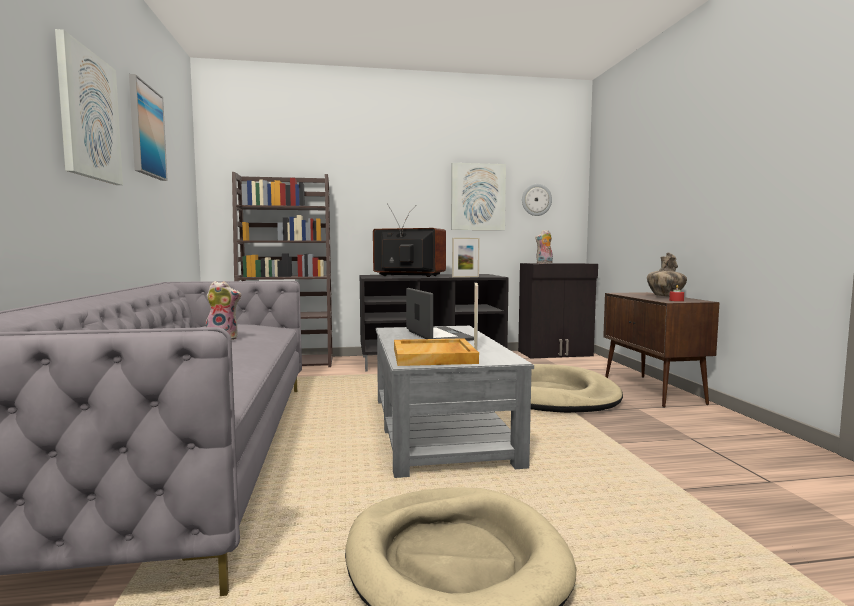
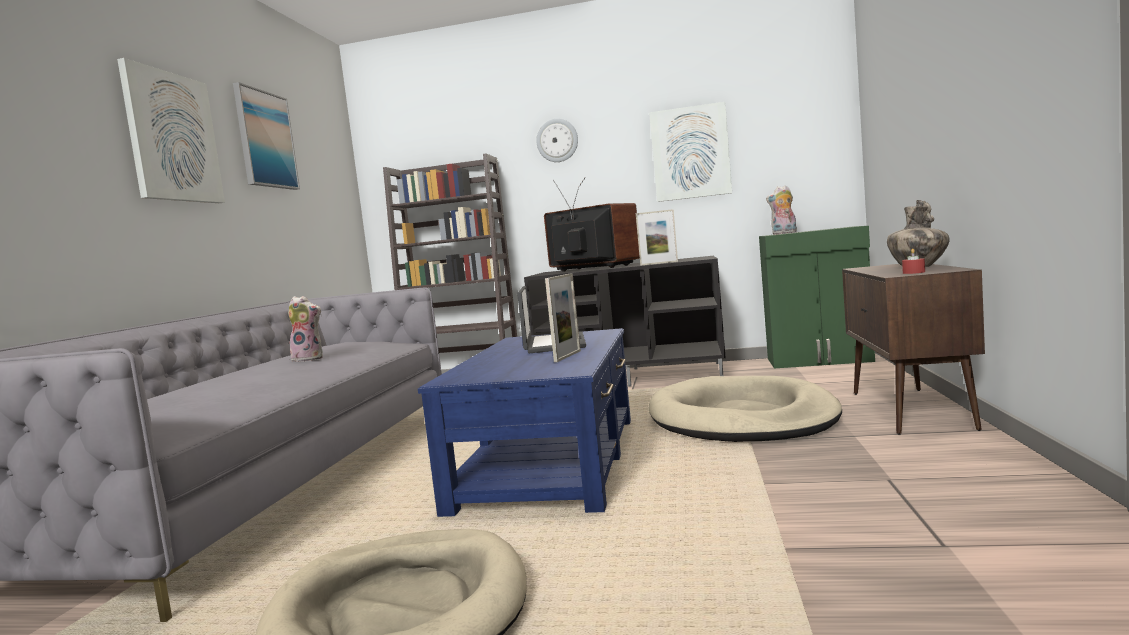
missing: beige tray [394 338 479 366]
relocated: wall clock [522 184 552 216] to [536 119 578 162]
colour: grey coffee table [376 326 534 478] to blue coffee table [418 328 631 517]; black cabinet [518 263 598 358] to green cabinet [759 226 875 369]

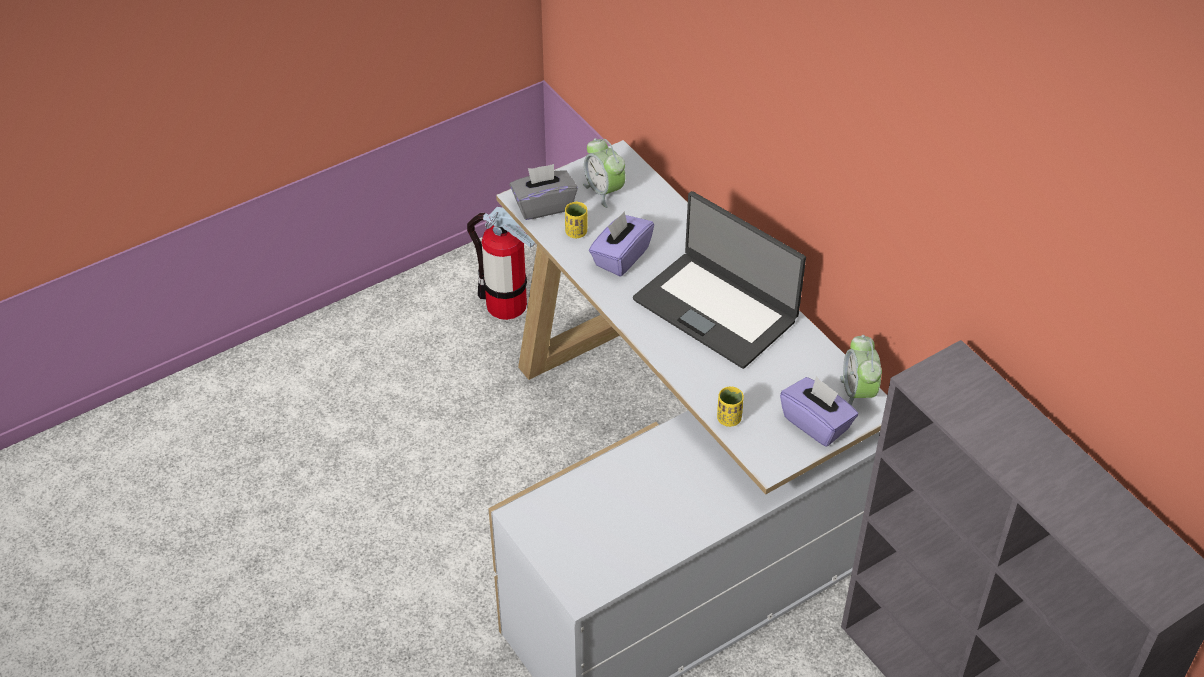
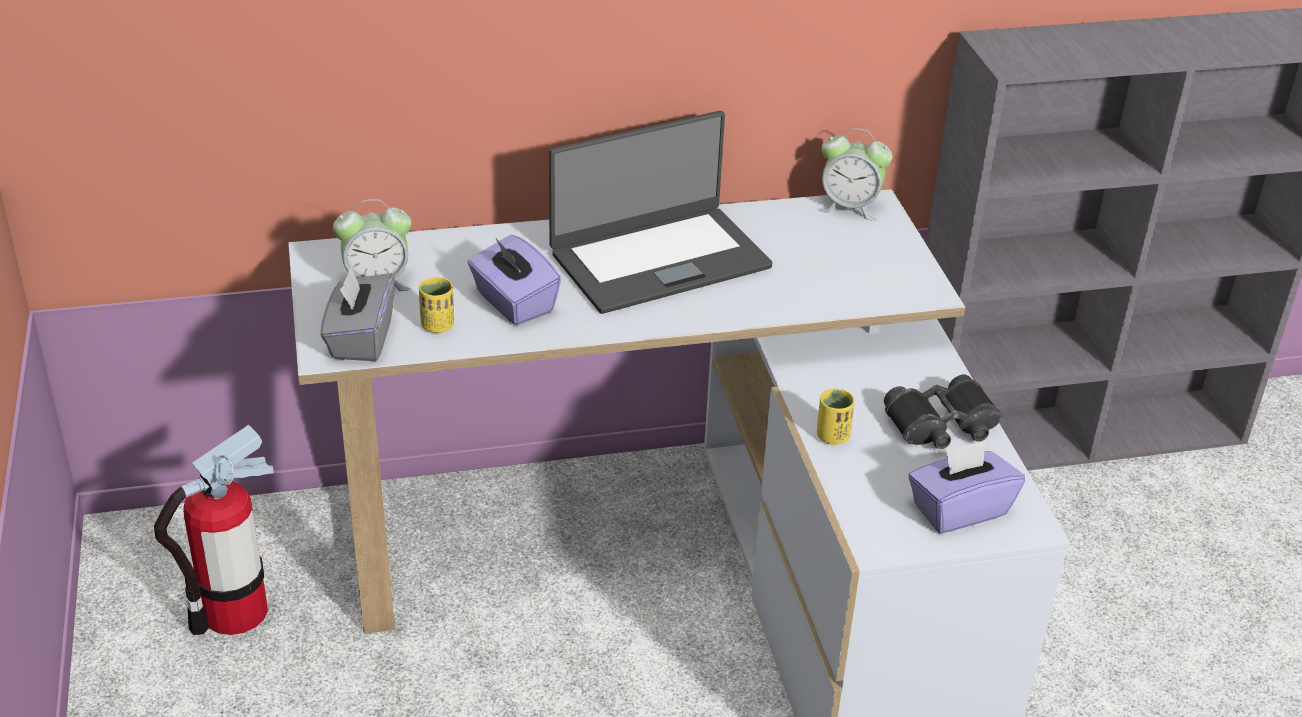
appeared: black binoculars [884 374 1002 449]
relocated: yellow cup [717 387 744 427] to [817 388 855 445]; purple tissue box [780 376 858 447] to [908 440 1025 533]

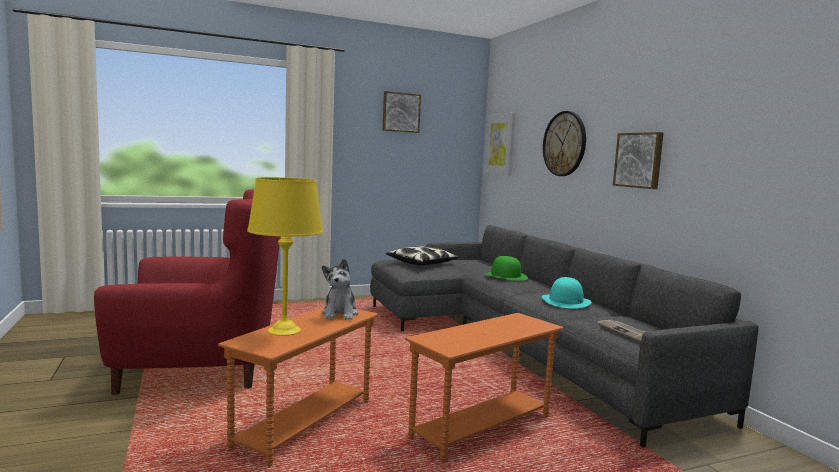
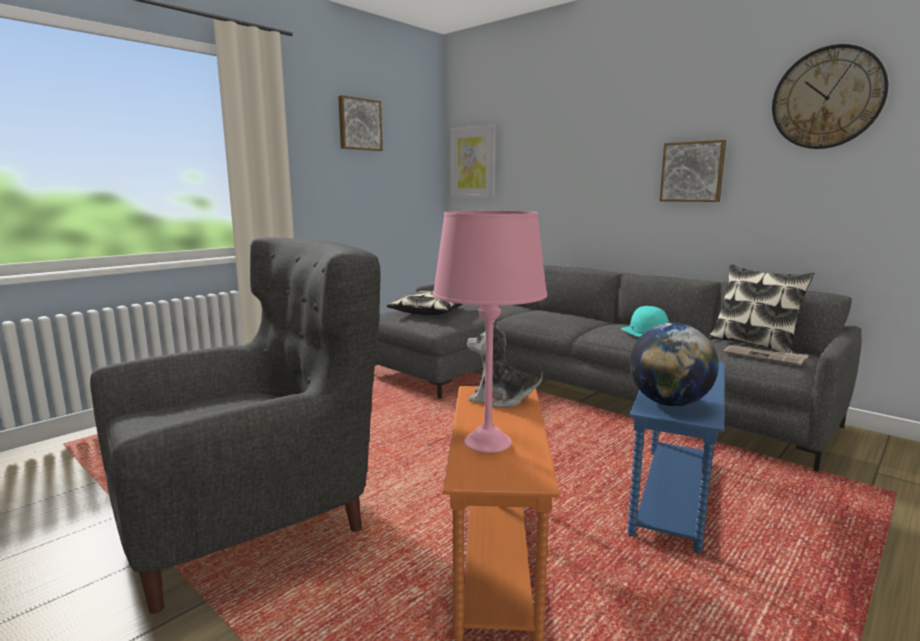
missing: green hat [485 256 528 281]
appeared: globe [630 323 719 406]; pillow [709 264 815 353]
relocated: wall clock [543 111 586 176] to [772 44 888 149]
colour: red armchair [94 190 281 395] to grey armchair [90 237 381 614]; yellow table lamp [247 177 323 336] to pink table lamp [433 211 547 453]; orange side table [405 313 564 461] to blue side table [627 362 725 553]
spun: plush toy [322 258 358 320] = [467 323 543 407] 135 degrees clockwise

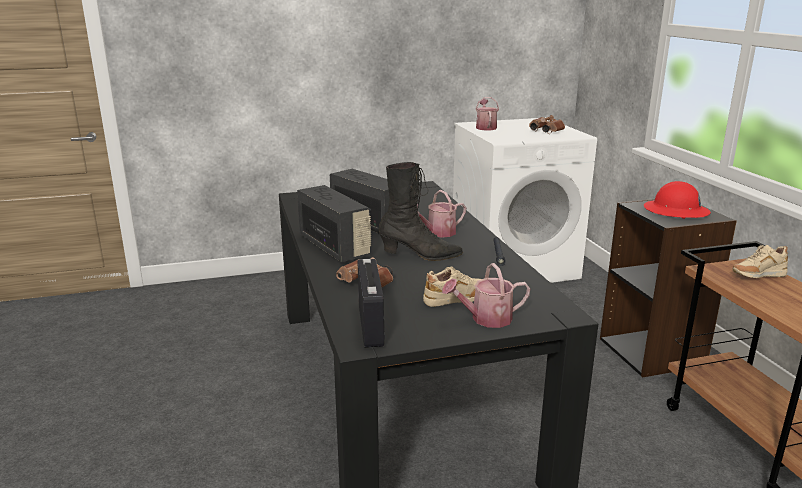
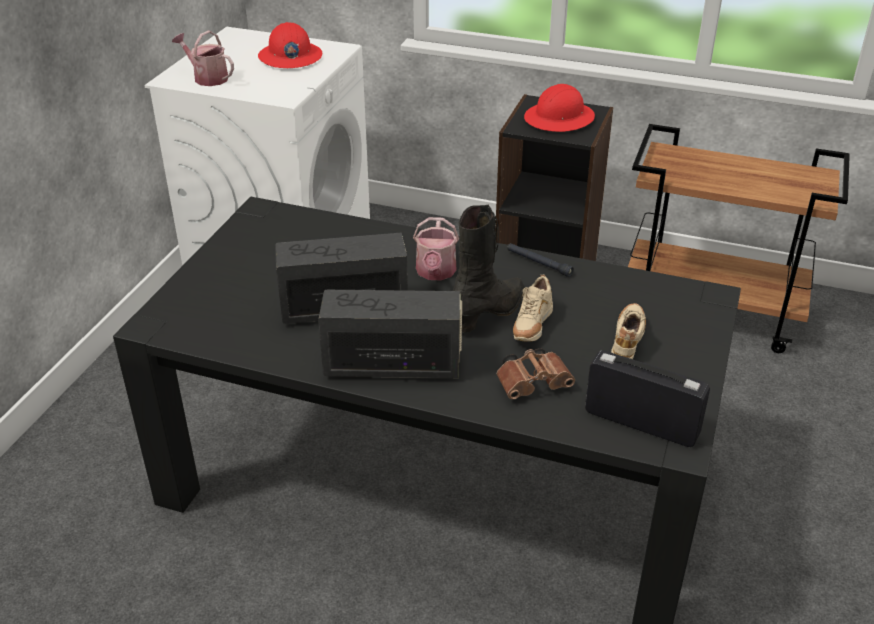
missing: watering can [442 263 530 328]
relocated: beige shoe [733 245 788 278] to [513 275 553 342]
exchanged: brown binoculars [529 115 565 134] to red hard hat [258 22 322 68]

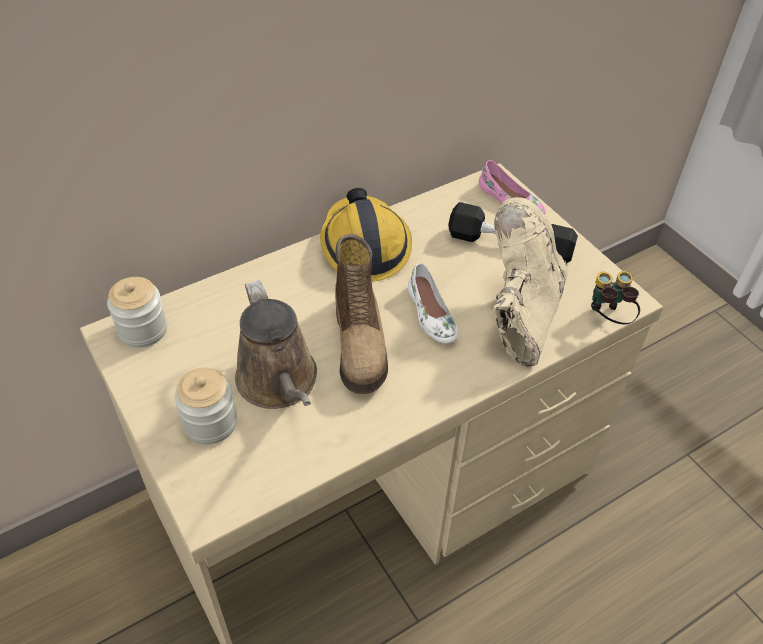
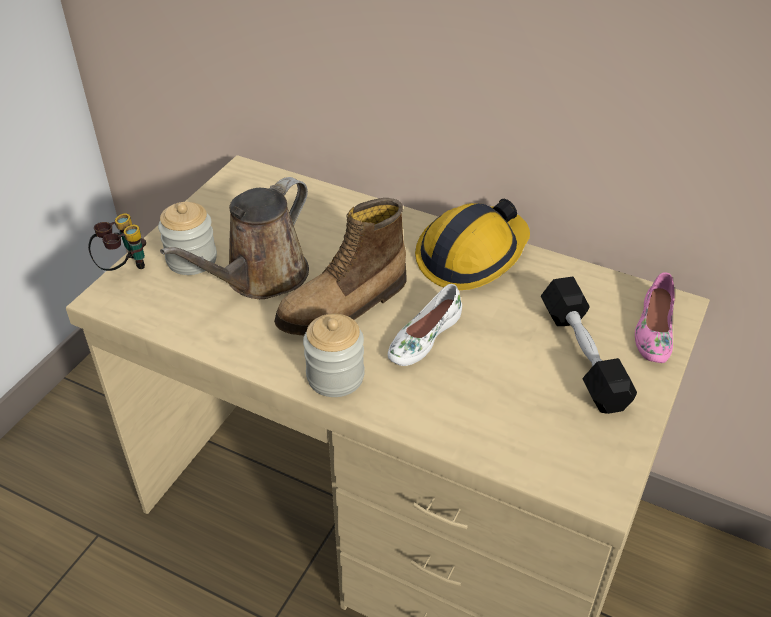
missing: beige boot [491 197 568 367]
relocated: jar [107 277 167 348] to [303 314 365 397]; binoculars [591 271 640 325] to [88 213 146 271]

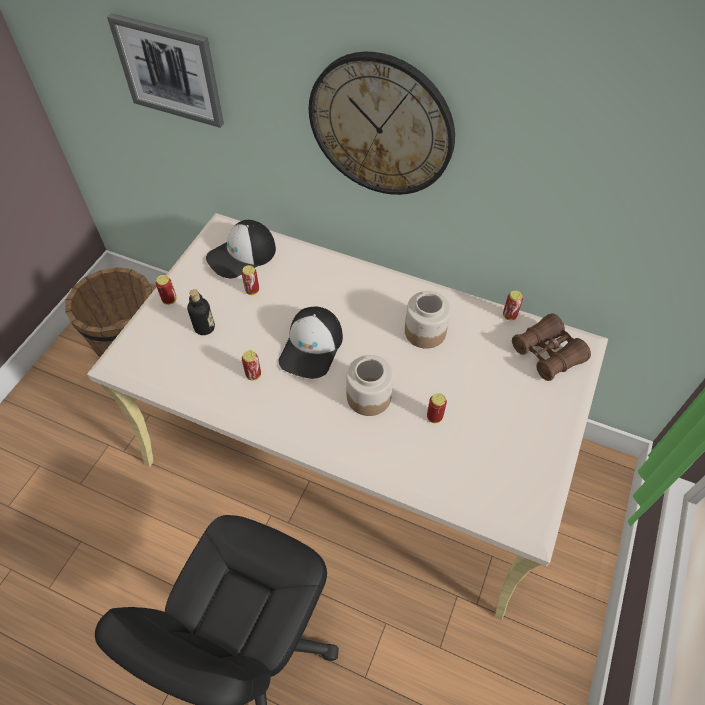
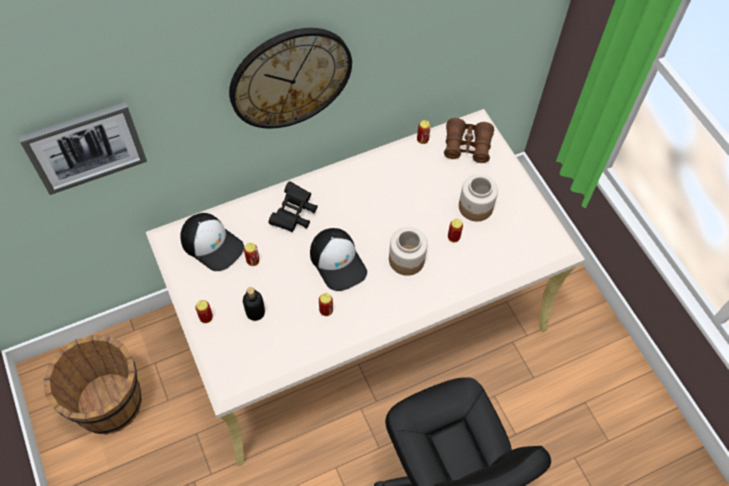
appeared: black binoculars [268 181 318 232]
relocated: jar [405 291 451 349] to [459 174 498 221]
spun: cap [206 220 276 279] = [180 213 244 271] 60 degrees counterclockwise

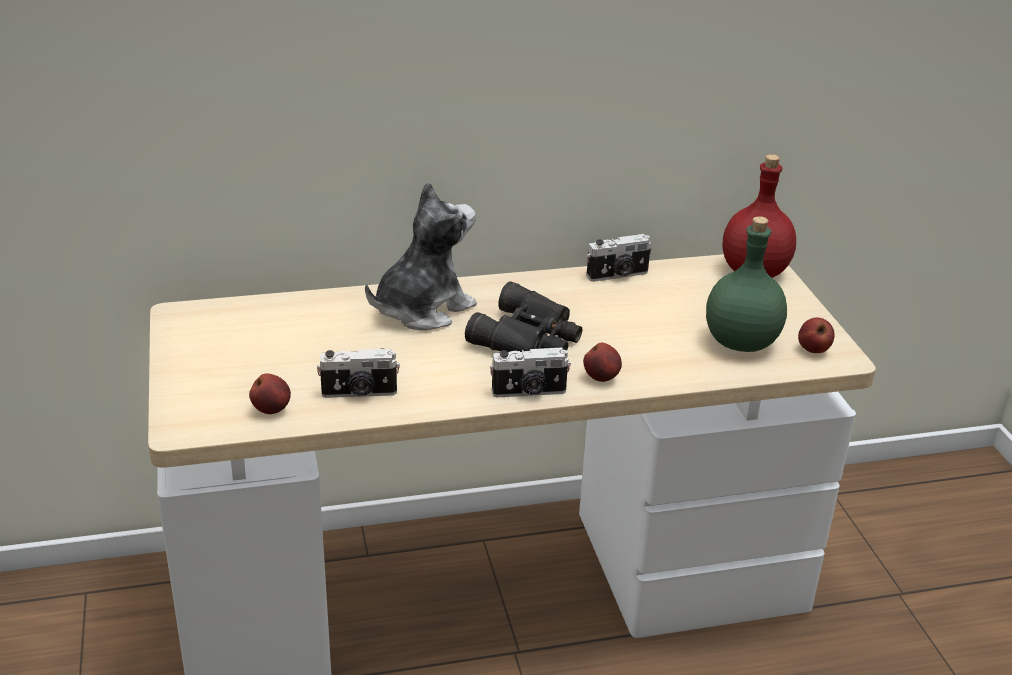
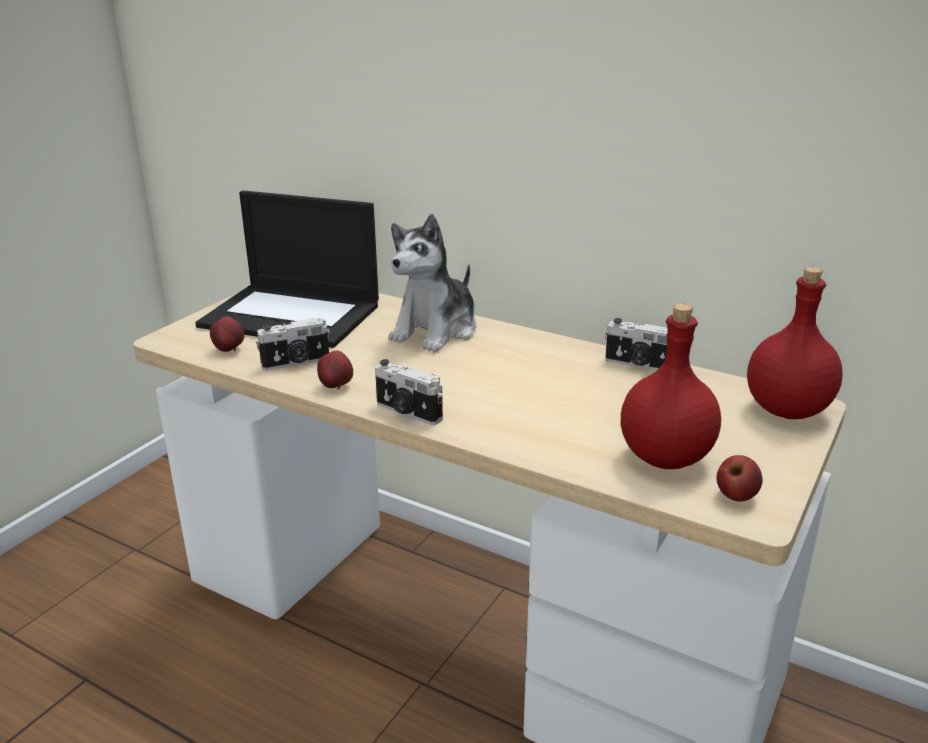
missing: black binoculars [465 281 583 352]
appeared: laptop [195 190 379 348]
relocated: apple [583 343 622 382] to [317 350 353 389]
colour: green bottle [706 216 787 352] to red bottle [621 303 721 469]
spun: photo camera [317 348 400 398] = [256 317 330 371] 60 degrees counterclockwise; plush toy [365 181 477 330] = [388 214 476 352] 120 degrees clockwise

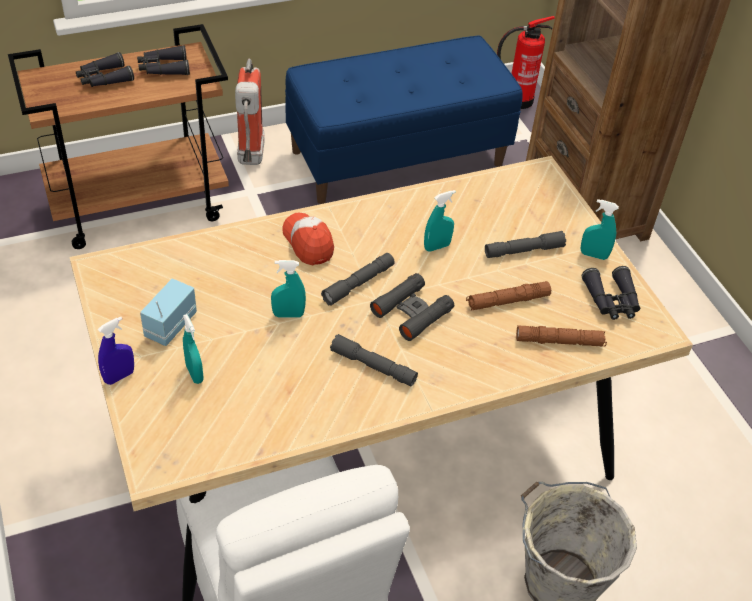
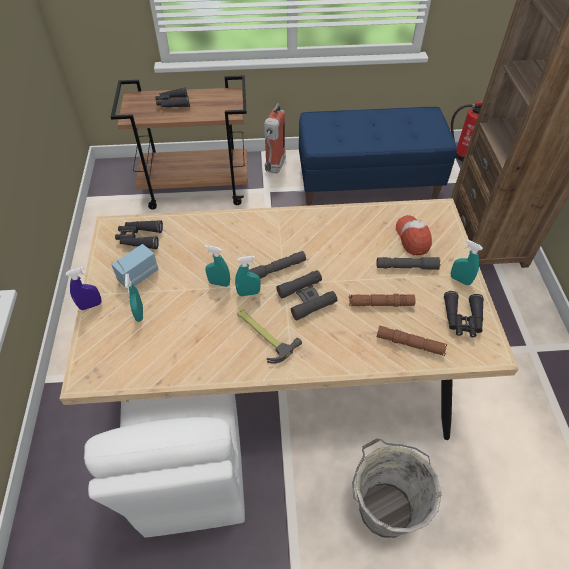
relocated: black binoculars [137 45 190 75] to [115 220 163 249]; cap [283 213 334 266] to [396 215 432 255]; turquoise spray bottle [424 190 456 252] to [235 256 261 296]
exchanged: grey flashlight [330 334 418 387] to hammer [237 309 302 363]

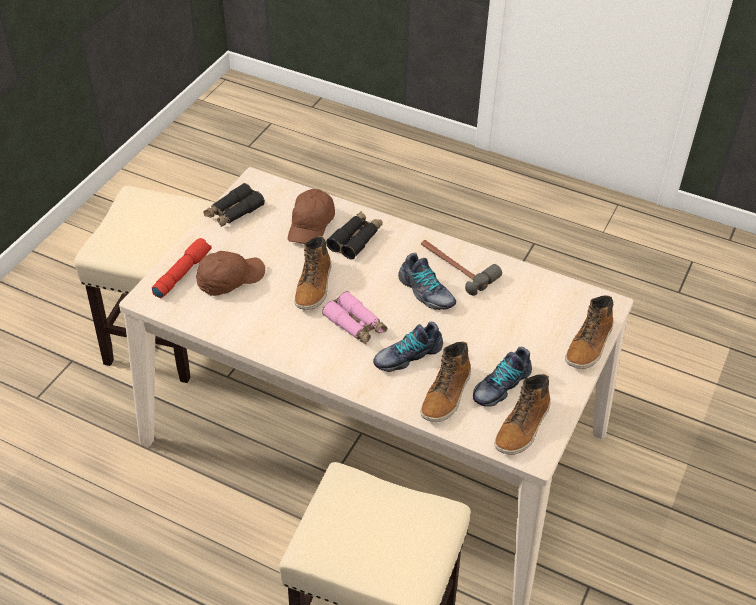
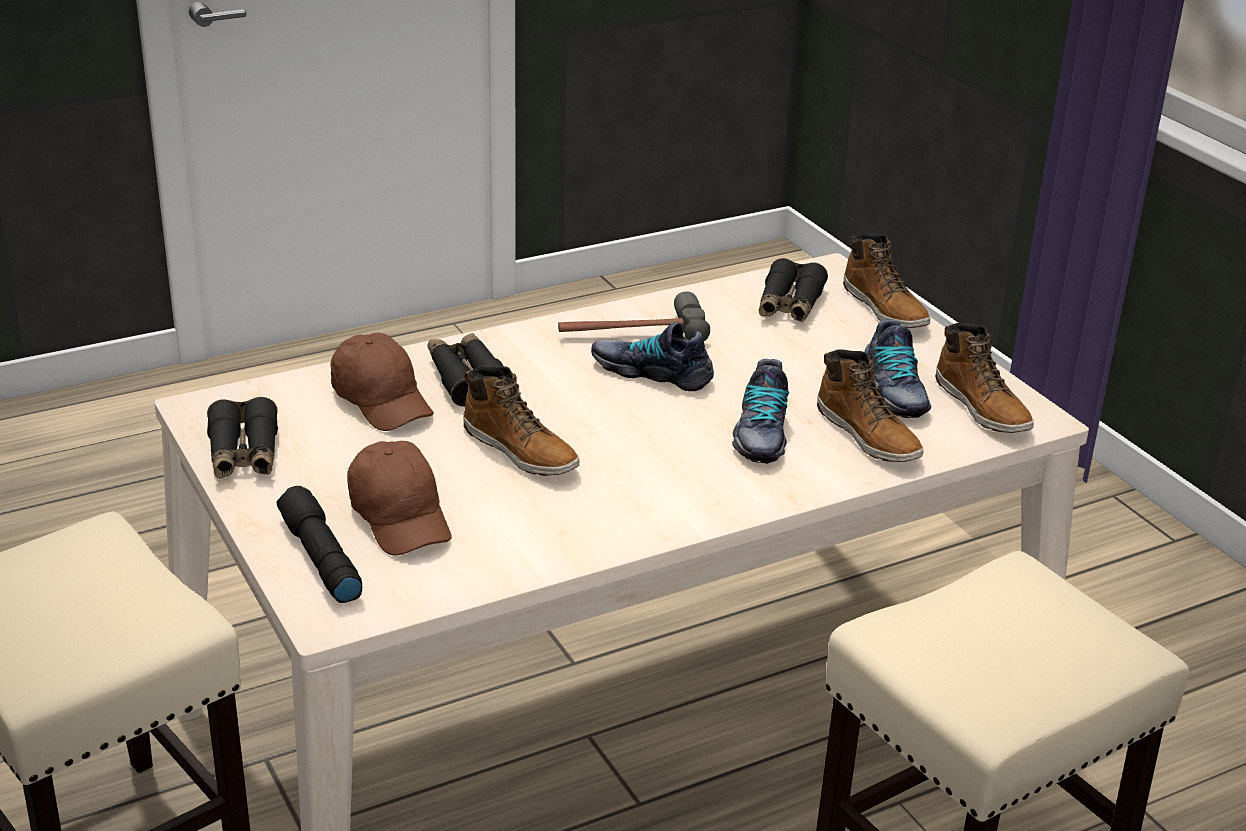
missing: pink binoculars [322 291 387 345]
appeared: black binoculars [759 258 828 322]
colour: red flashlight [152 238 212 298] to black flashlight [277 486 362 603]
spun: brown cap [196 251 265 296] = [347 441 452 556] 150 degrees clockwise; shoe [398 253 456 310] = [591 322 714 392] 150 degrees counterclockwise

